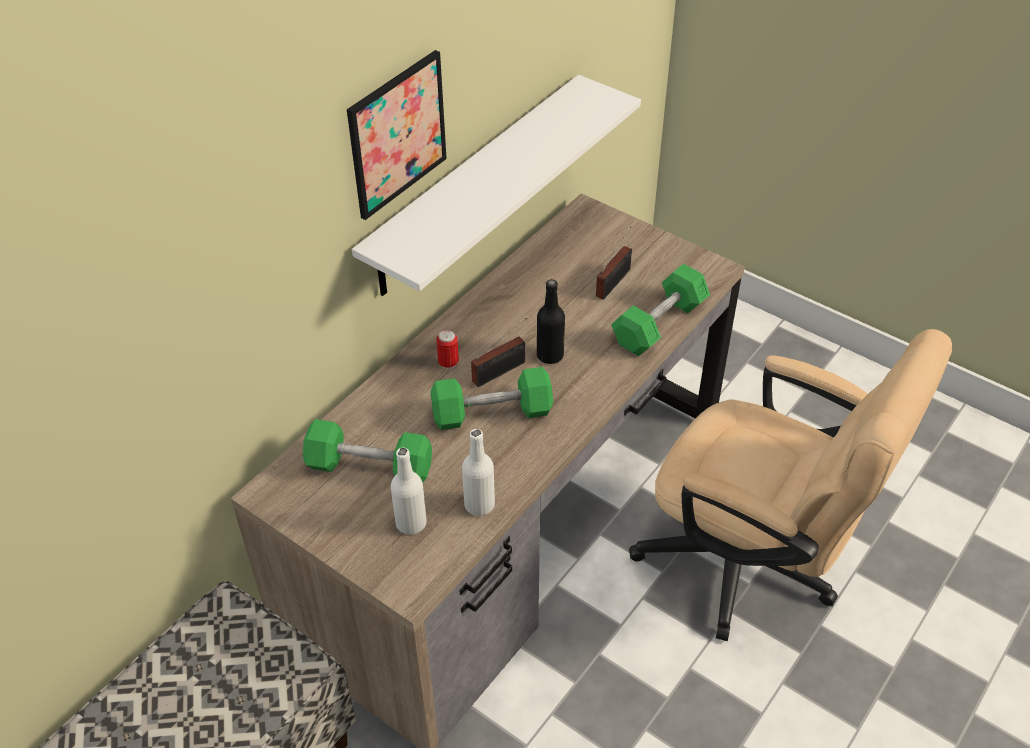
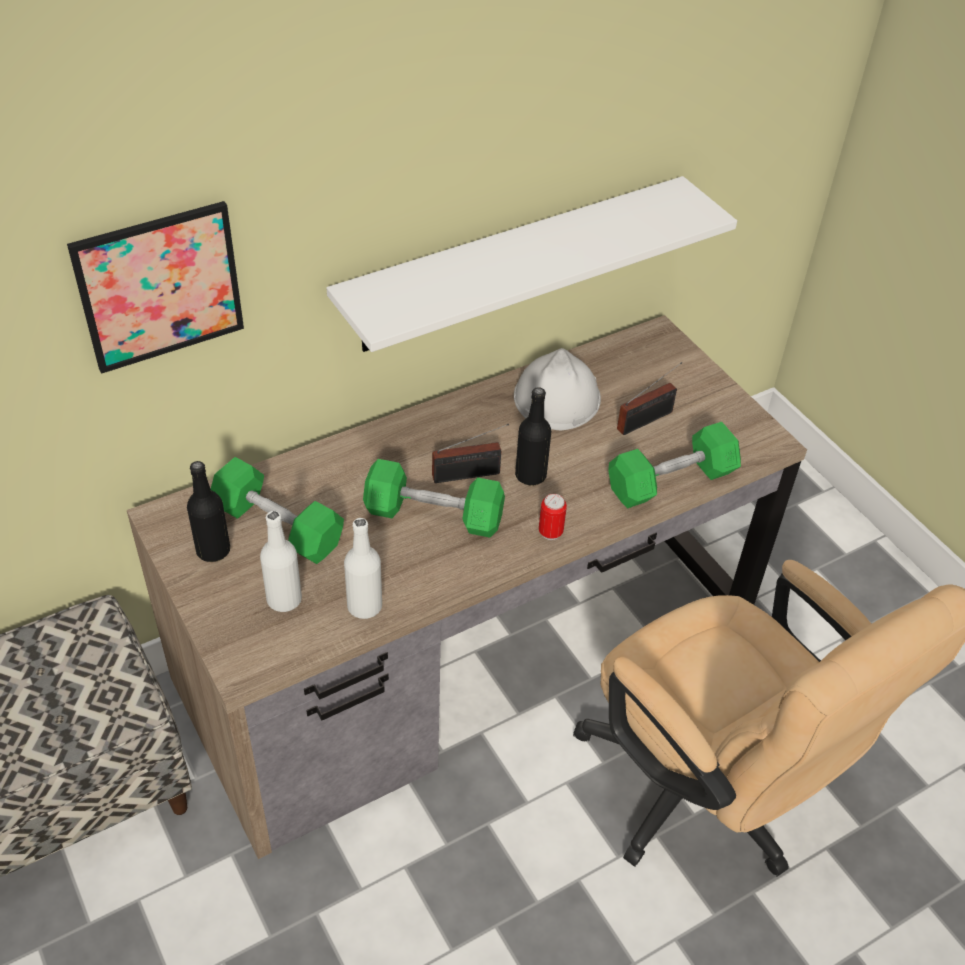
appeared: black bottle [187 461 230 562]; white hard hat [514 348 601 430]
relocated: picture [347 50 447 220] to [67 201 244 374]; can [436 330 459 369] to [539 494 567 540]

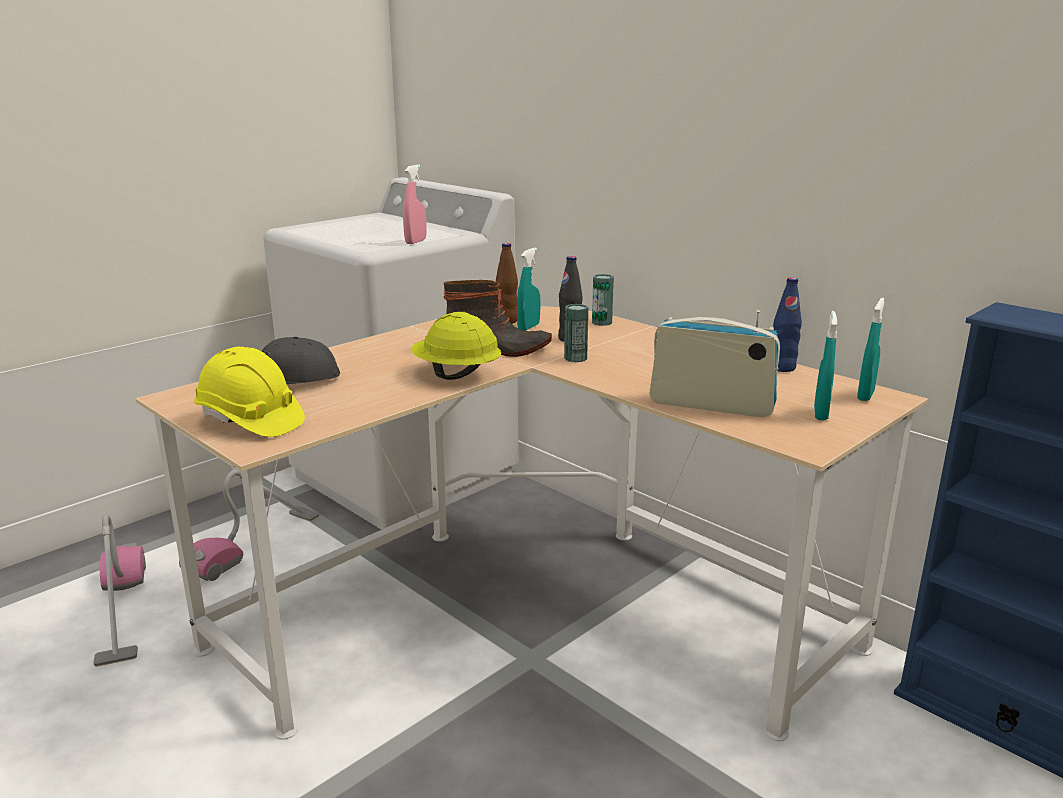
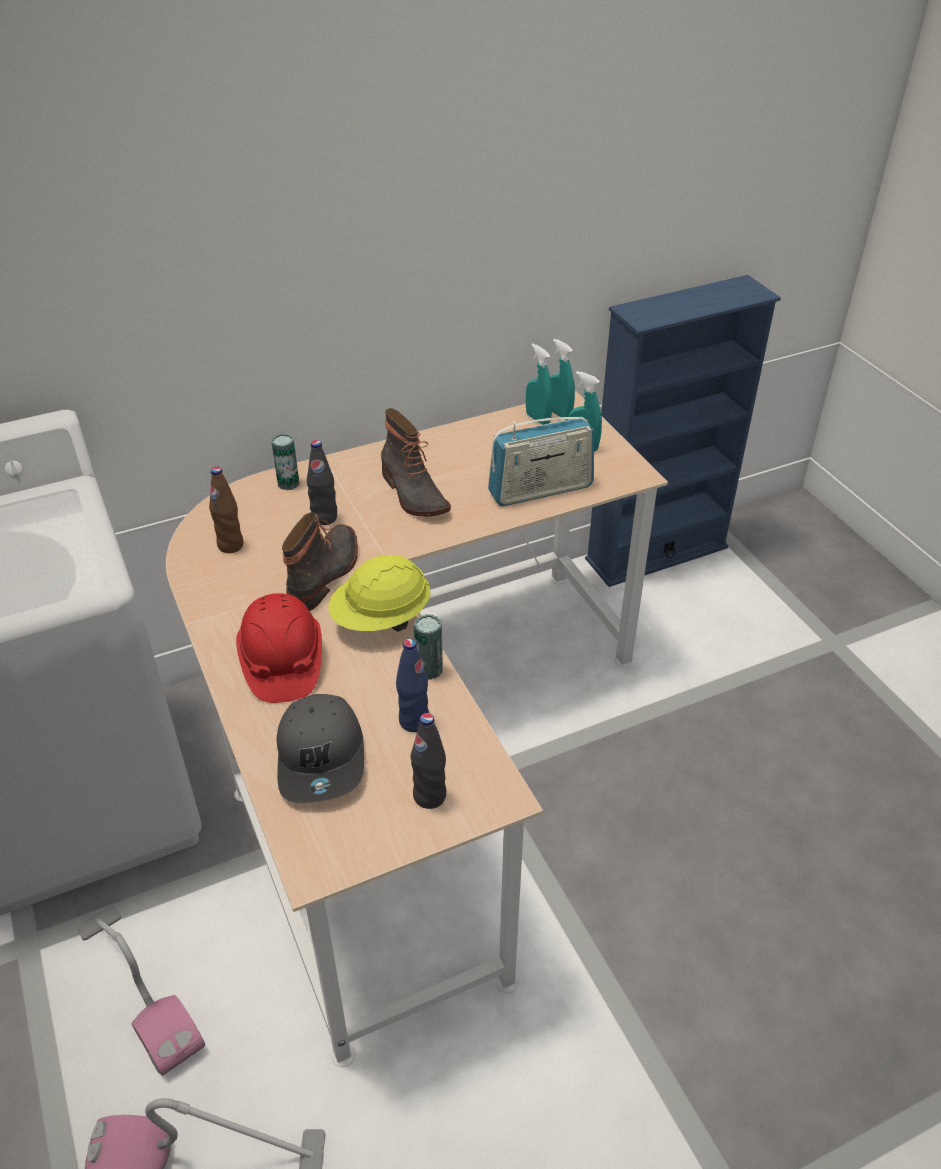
missing: pink spray bottle [403 165 427 244]
appeared: red hard hat [236 593 322 703]; boot [381 408 451 517]
relocated: turquoise spray bottle [517 248 540 331] to [526 344 553 425]; can [564 304 588 362] to [414 614 443 680]; blue bottle [773 277 802 372] to [396 638 429 732]
exchanged: yellow hard hat [194 347 305 437] to black bottle [410 713 446 809]
spun: radio [650 310 780 418] = [488 417 594 506] 150 degrees counterclockwise

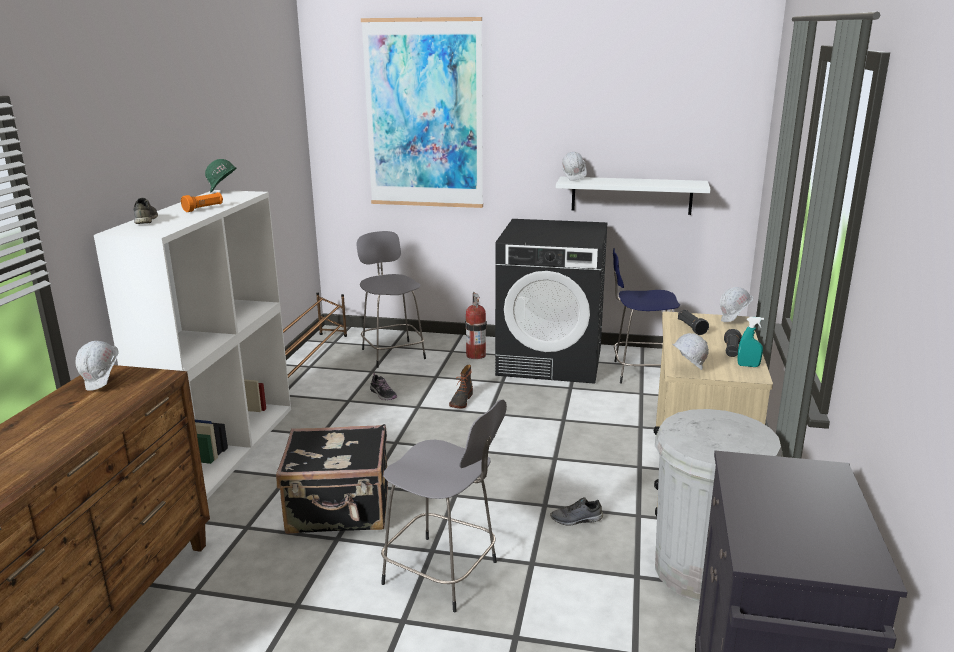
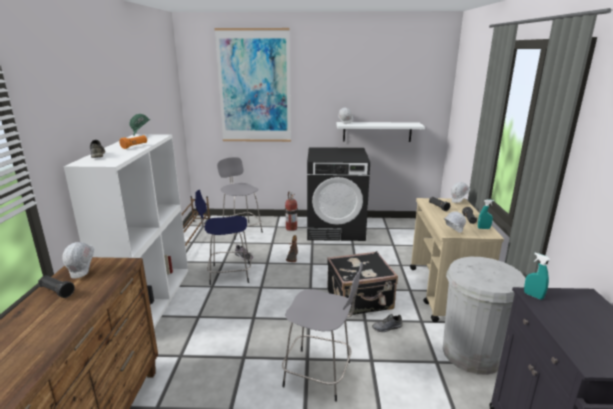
appeared: black flashlight [38 275 75 298]; turquoise spray bottle [524 253 550 300]
relocated: black suitcase [276 424 388 534] to [327 251 398 315]; blue stool [613 248 680 384] to [195 190 251 285]

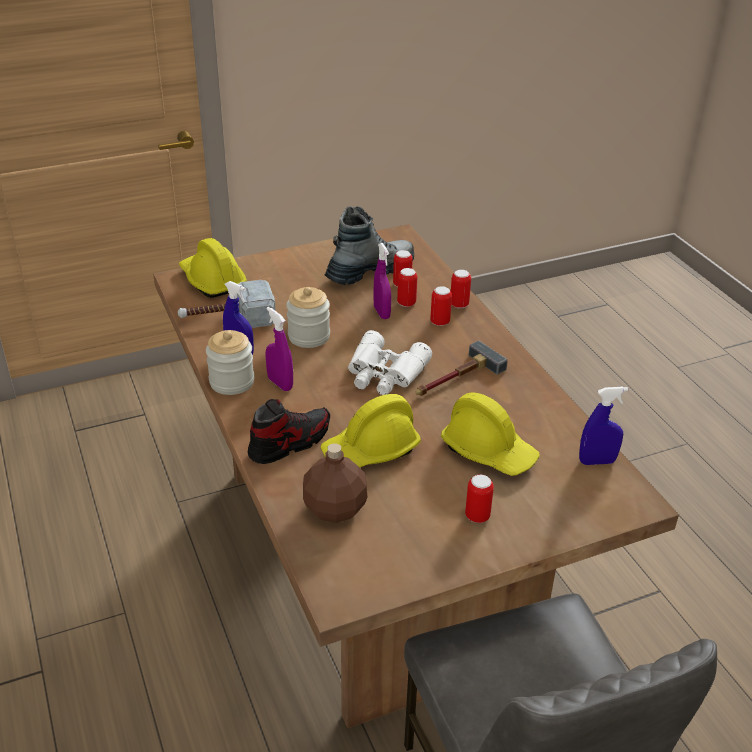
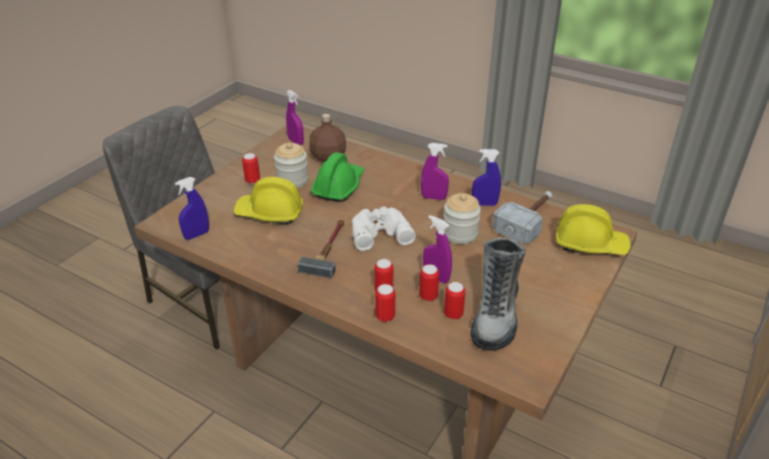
missing: shoe [248 399 330 464]
appeared: purple spray bottle [286 90 304 145]
relocated: jar [206 330 254 395] to [274 142 308 188]
colour: yellow hard hat [321 394 421 467] to green hard hat [311 152 364 202]

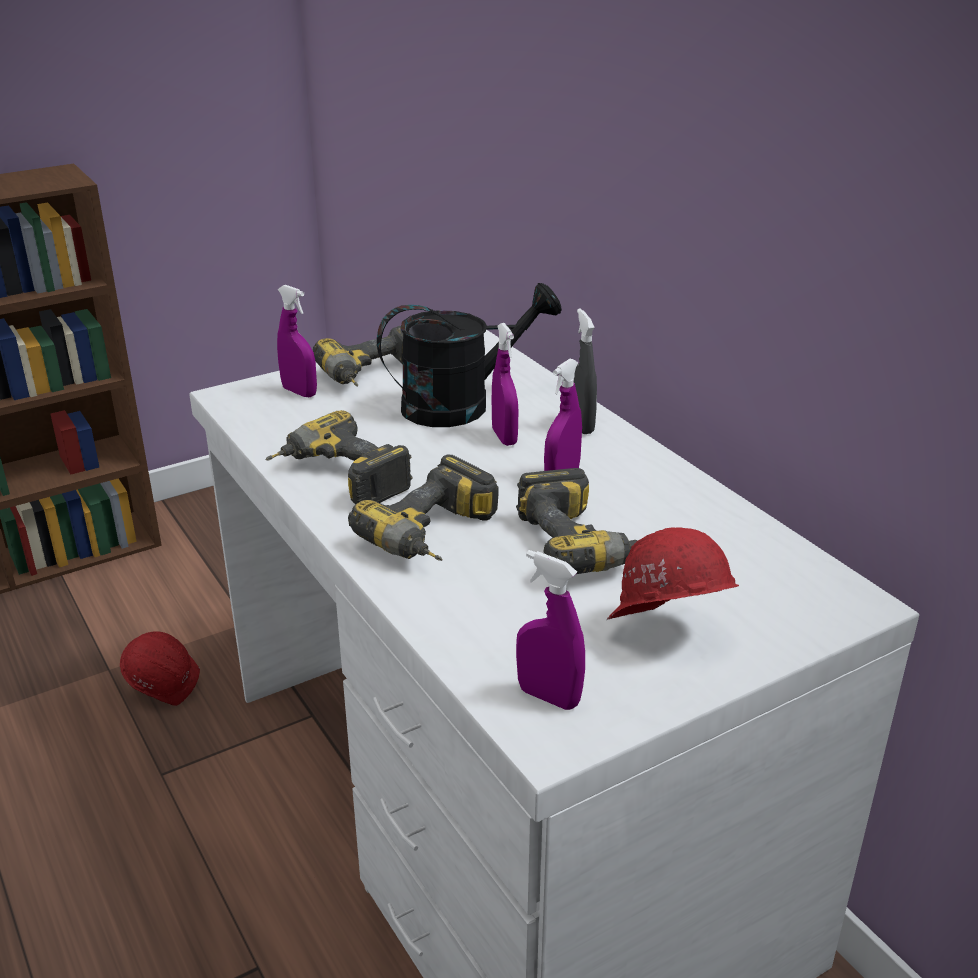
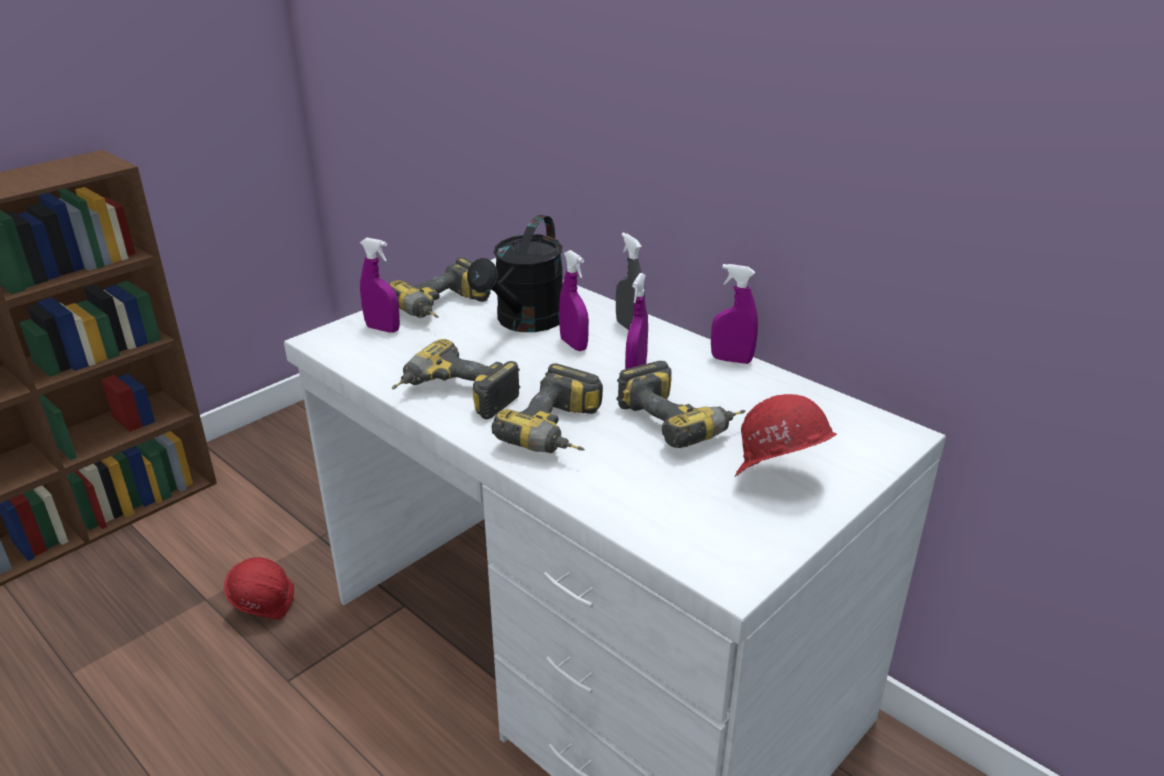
relocated: purple spray bottle [516 550 585 710] to [711 264 758 364]
spun: black watering can [377 283 562 427] = [467 215 563 332] 150 degrees clockwise

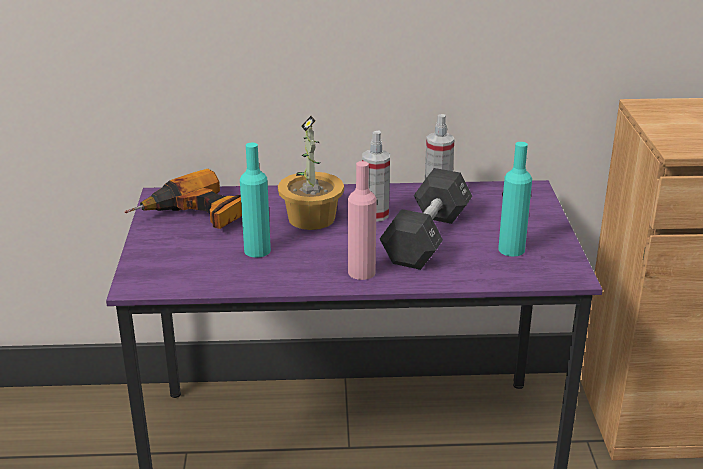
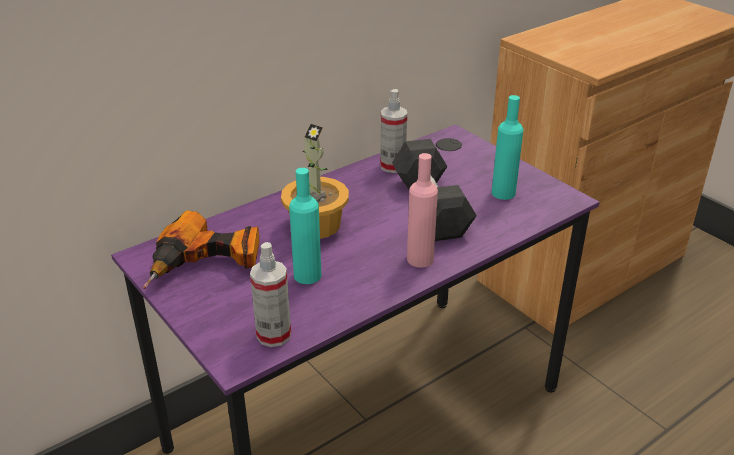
relocated: spray bottle [362 131 390 222] to [250 242 291 347]

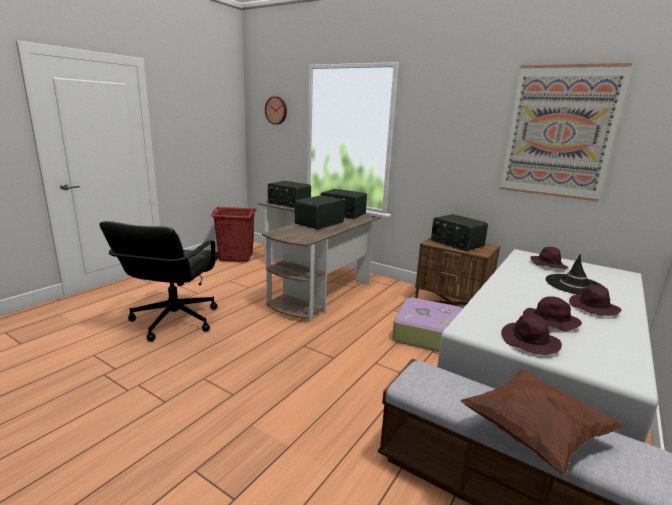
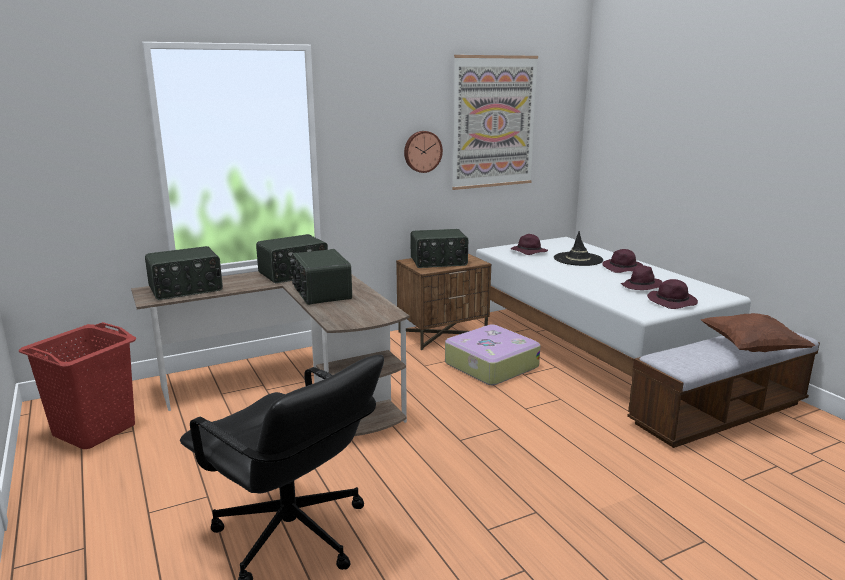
relocated: wall clock [265 96 287 125] to [404 131 443 173]

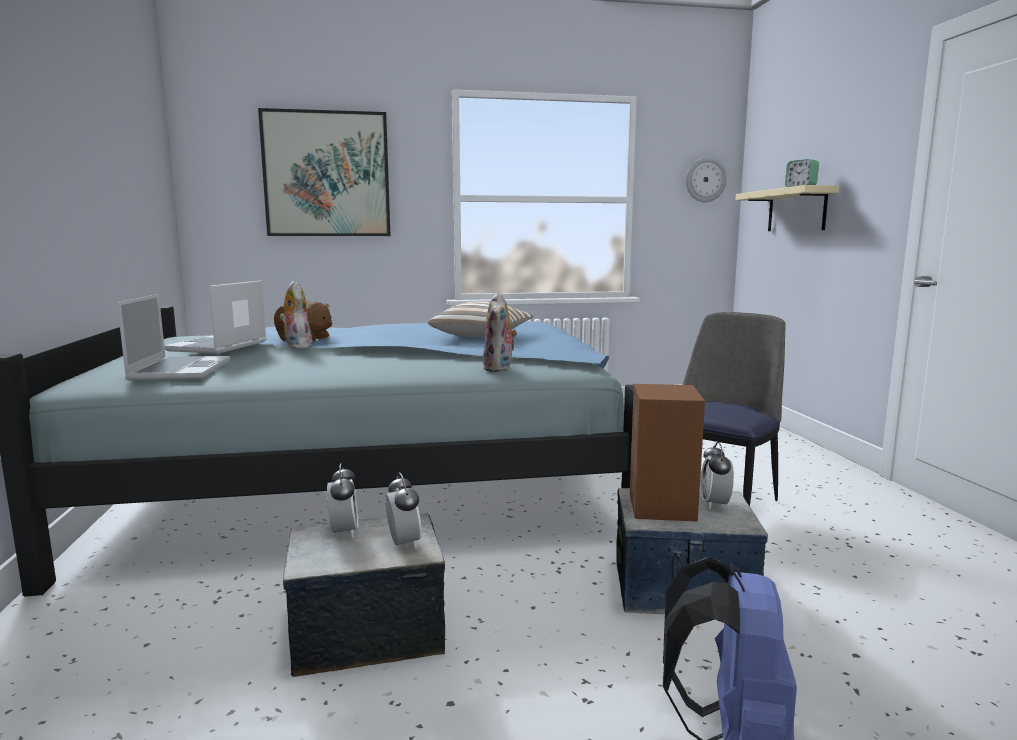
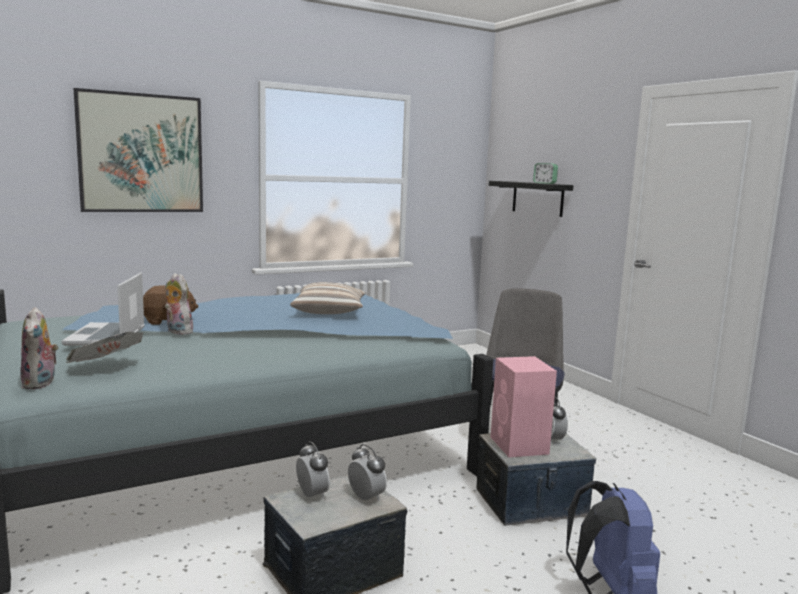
missing: wall clock [686 158 727 202]
relocated: plush toy [483 292 517 372] to [20 307 58 390]
exchanged: laptop [117 294 230 381] to newspaper [66 332 144 363]
colour: brown speaker [630 384 705 522] to pink speaker [491 356 557 457]; beige shelf [736 185 839 231] to black shelf [489 181 573 217]

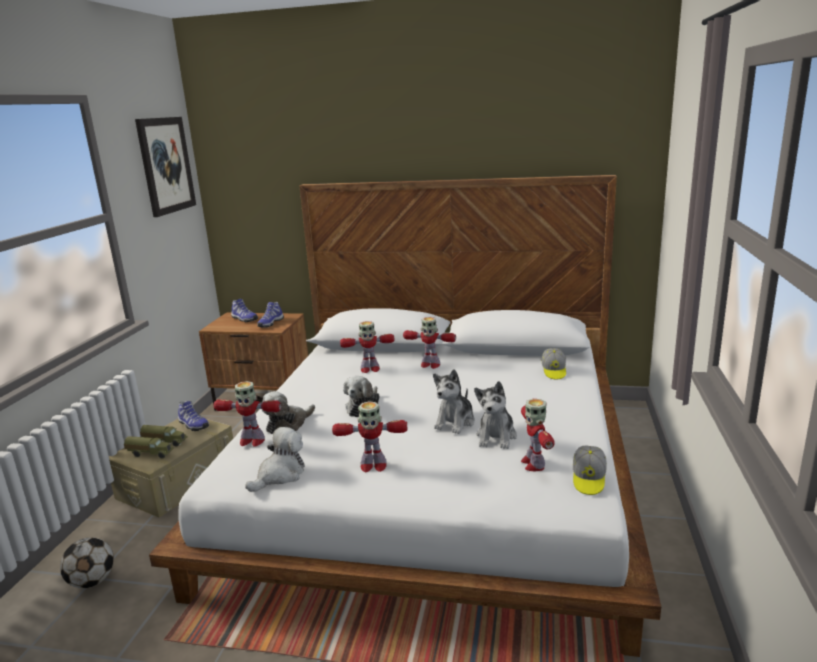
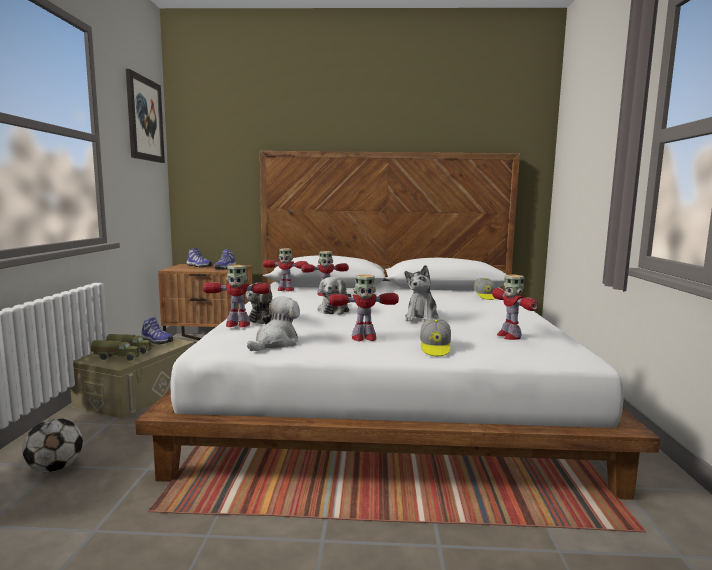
missing: plush toy [474 381 517 449]
relocated: toy robot [403 317 456 369] to [263 248 308 291]; cap [573 446 607 495] to [420 318 451 356]

